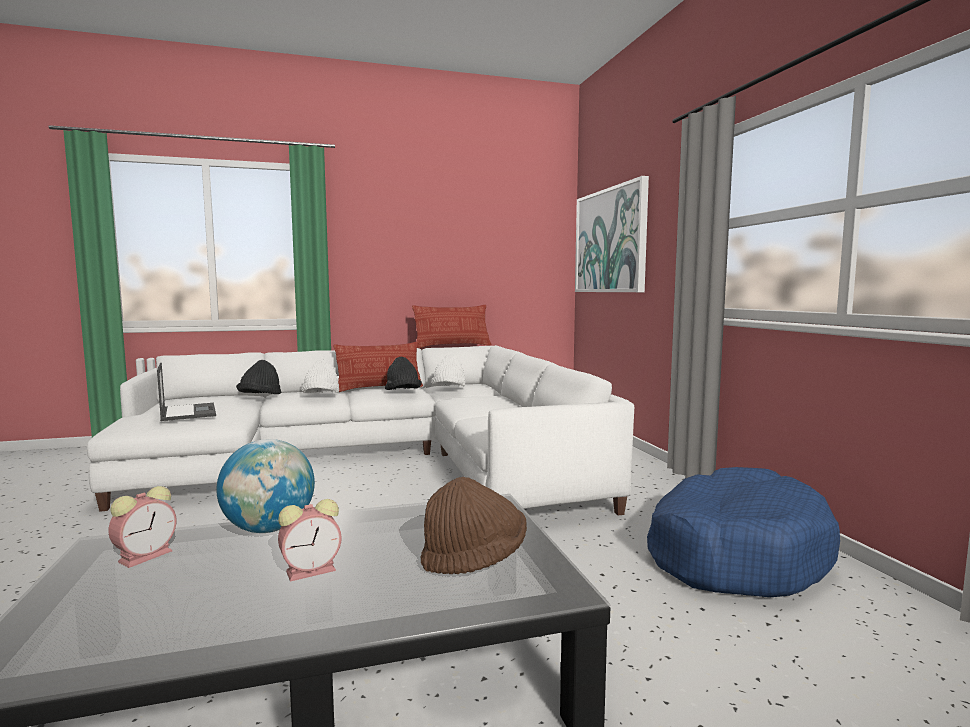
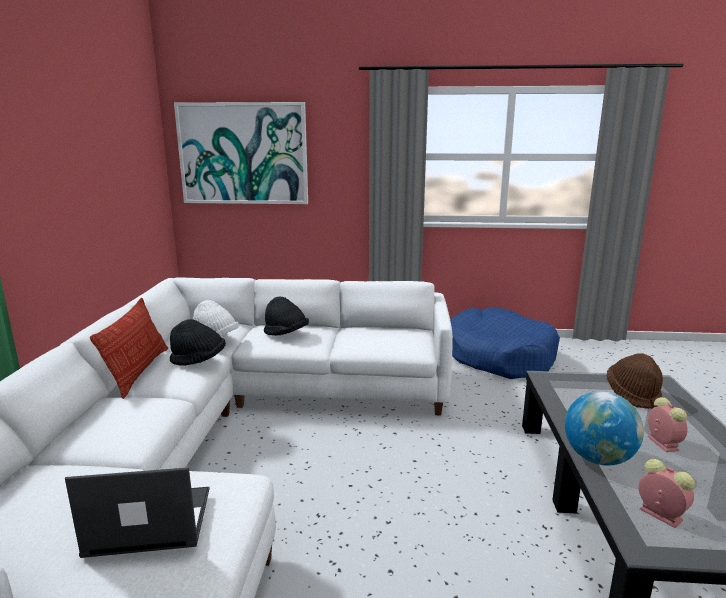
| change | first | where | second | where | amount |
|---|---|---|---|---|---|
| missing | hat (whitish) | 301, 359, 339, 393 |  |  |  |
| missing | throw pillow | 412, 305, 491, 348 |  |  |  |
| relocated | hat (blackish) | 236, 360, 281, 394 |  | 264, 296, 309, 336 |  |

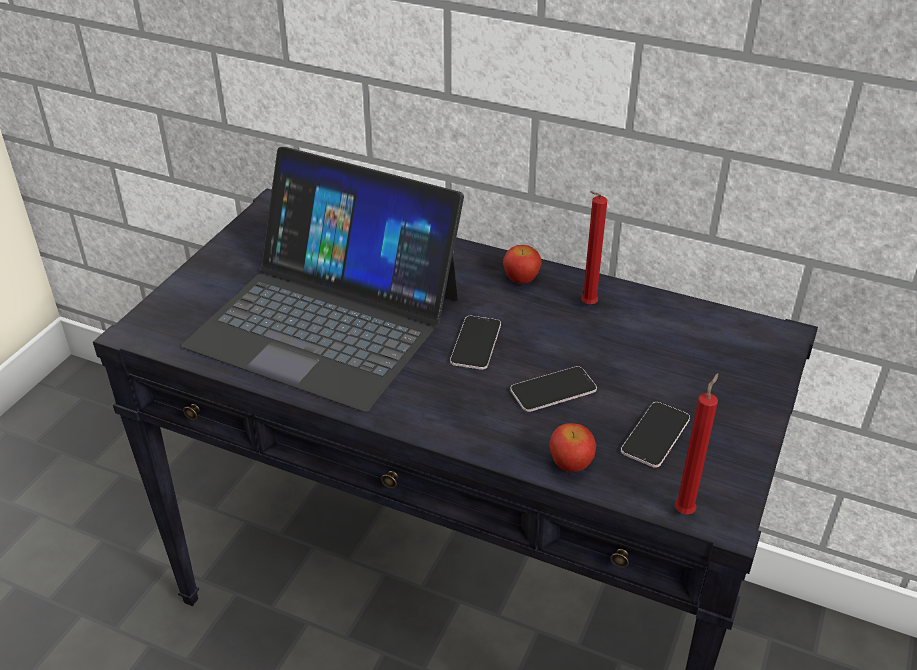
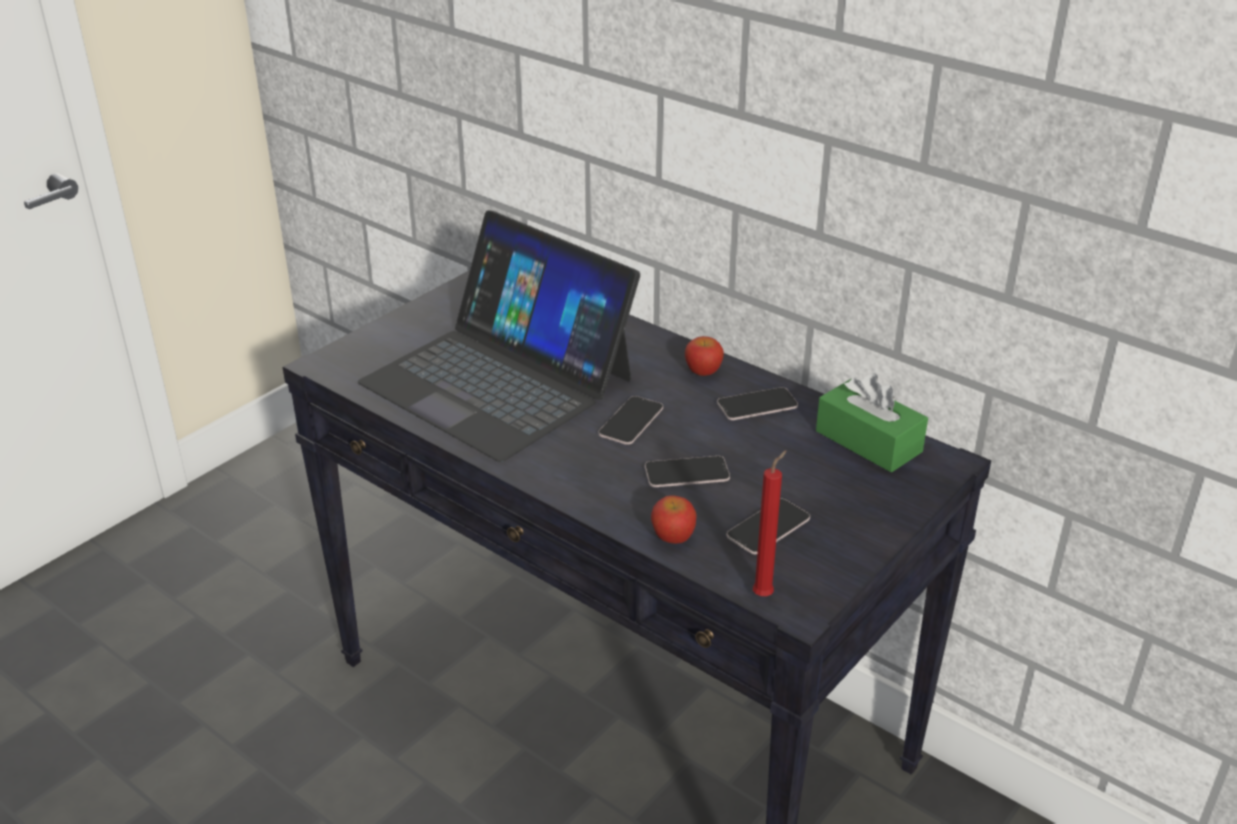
| change | first | where | second | where | amount |
|---|---|---|---|---|---|
| appeared |  |  | box of tissues (greenish) | 816, 373, 928, 472 |  |
| exchanged | wax light (reddish) | 581, 191, 607, 305 | handset | 717, 387, 798, 420 |  |

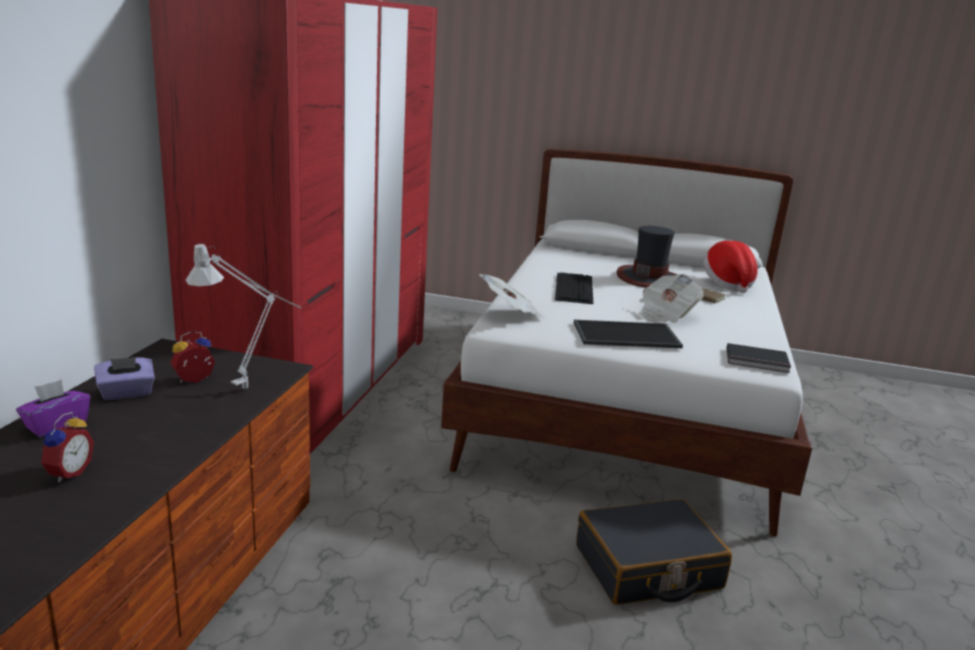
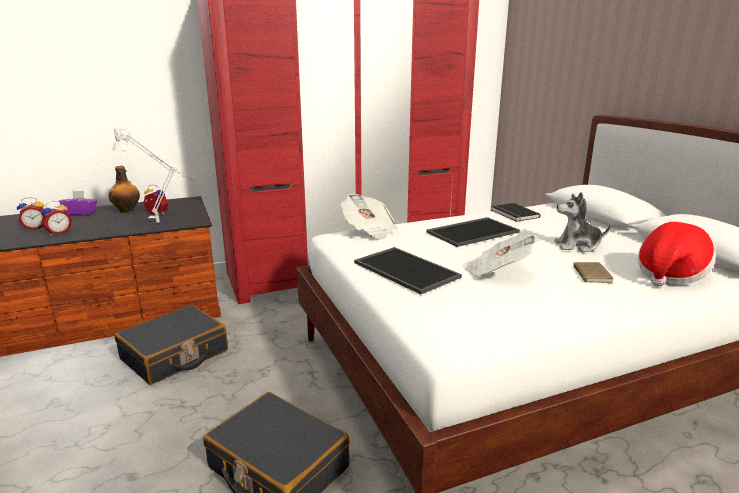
| change | first | where | second | where | amount |
|---|---|---|---|---|---|
| appeared |  |  | bedside clock | 41, 201, 72, 236 |  |
| appeared |  |  | travel case (blackish) | 115, 305, 228, 385 |  |
| relocated | bound book (blackish) | 726, 343, 791, 373 |  | 491, 203, 540, 222 |  |
| exchanged | box of tissues (purple-coloured) | 94, 357, 155, 400 | drink bottle | 109, 166, 140, 213 |  |
| exchanged | keyboard | 555, 273, 593, 304 | serving tray | 426, 217, 520, 247 |  |
| exchanged | hat | 617, 226, 677, 288 | plush toy | 554, 192, 611, 252 |  |

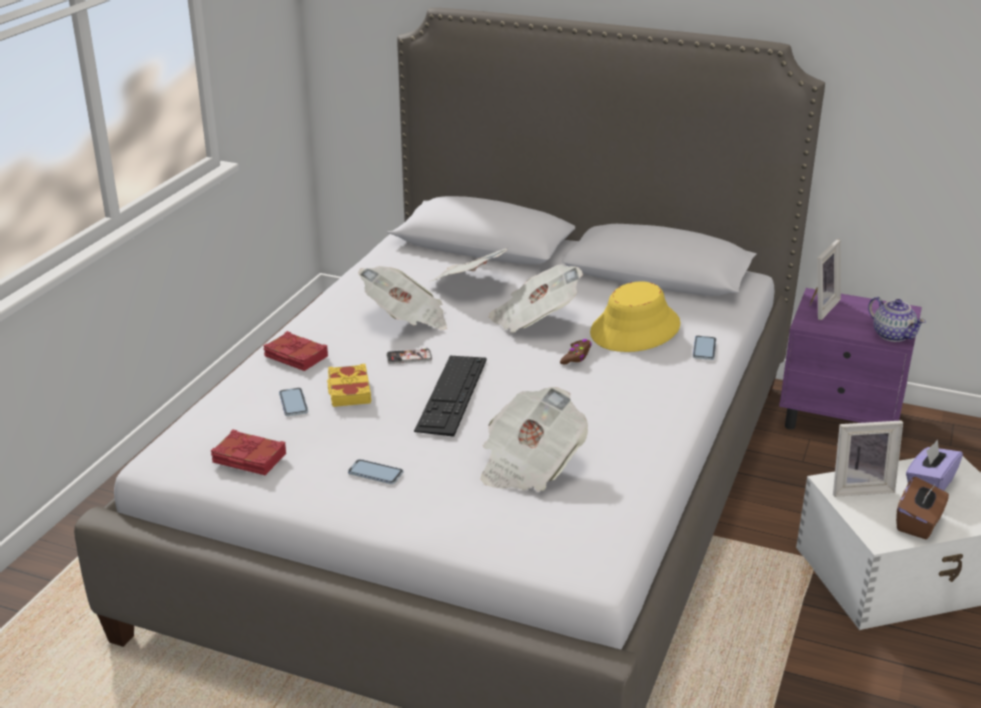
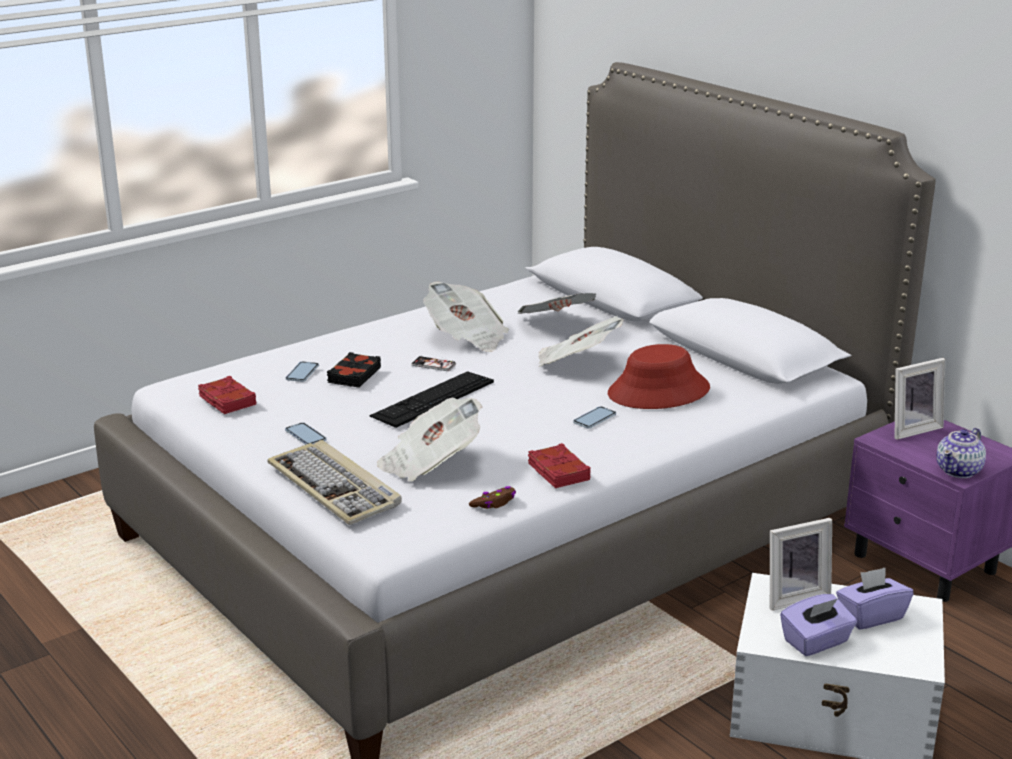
| change | first | where | second | where | amount |
|---|---|---|---|---|---|
| appeared |  |  | keyboard | 267, 440, 402, 525 |  |
| relocated | bound book (reddish) | 263, 331, 328, 371 |  | 528, 443, 591, 488 |  |
| relocated | game controller (brown) | 560, 339, 591, 365 |  | 469, 486, 516, 509 |  |
| relocated | handset | 693, 336, 716, 360 |  | 573, 406, 616, 429 |  |
| colour | bound book (yellow) | 327, 364, 371, 407 | bound book (blackish) | 327, 352, 381, 388 |  |
| colour | hat (yellow) | 590, 281, 681, 352 | hat (reddish) | 608, 344, 710, 409 |  |
| colour | box of tissues (brown) | 896, 477, 949, 539 | box of tissues (purple-coloured) | 780, 594, 857, 656 |  |
| spun | picture frame | 833, 420, 903, 497 |  | 770, 518, 832, 611 | 45 degrees counterclockwise |
| spun | teapot | 868, 297, 926, 342 |  | 936, 428, 986, 478 | 45 degrees clockwise |

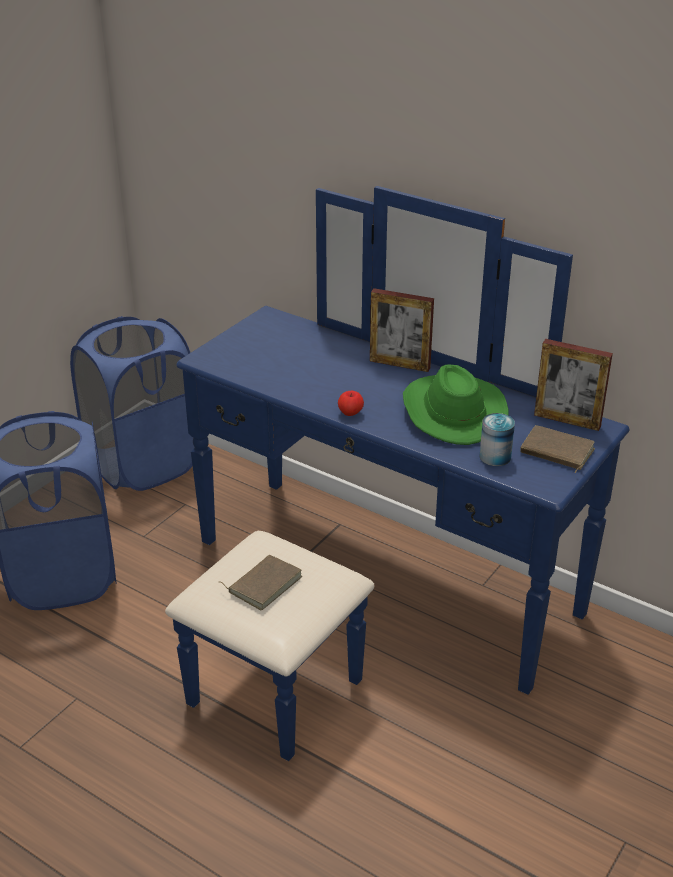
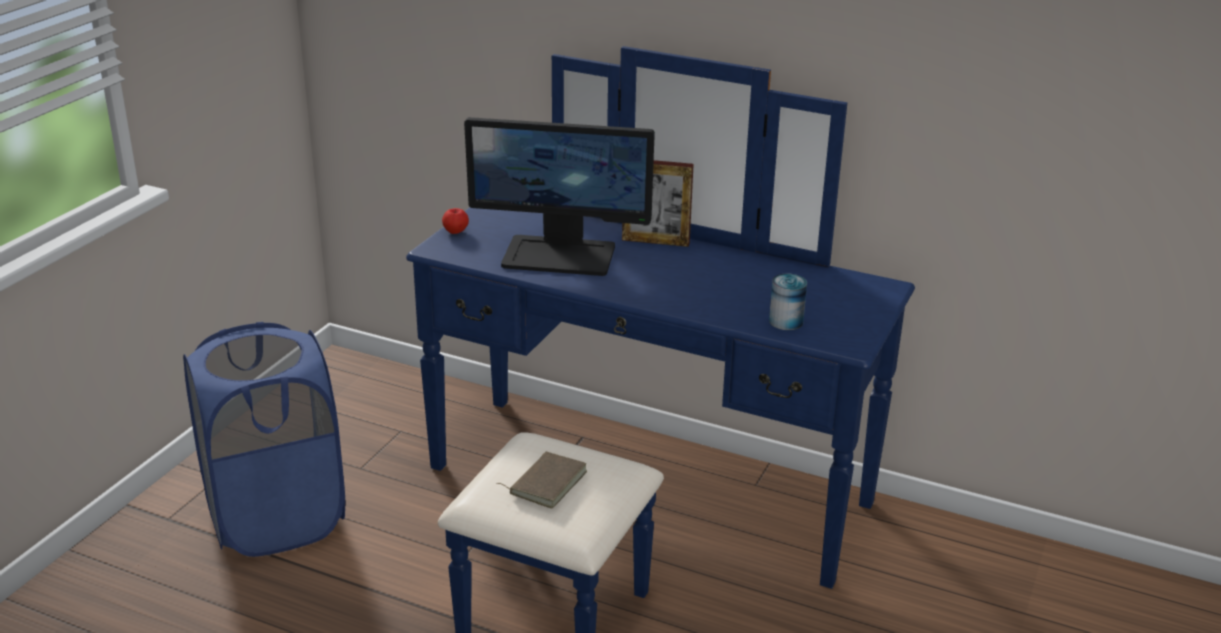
| change | first | where | second | where | amount |
|---|---|---|---|---|---|
| missing | laundry basket (blue) | 70, 316, 194, 491 |  |  |  |
| missing | hat (greenish) | 403, 364, 509, 445 |  |  |  |
| missing | bound book (brown) | 520, 425, 595, 473 |  |  |  |
| missing | picture frame | 534, 339, 613, 431 |  |  |  |
| appeared |  |  | computer screen | 464, 117, 655, 276 |  |
| relocated | apple | 338, 391, 364, 416 |  | 442, 208, 469, 234 |  |

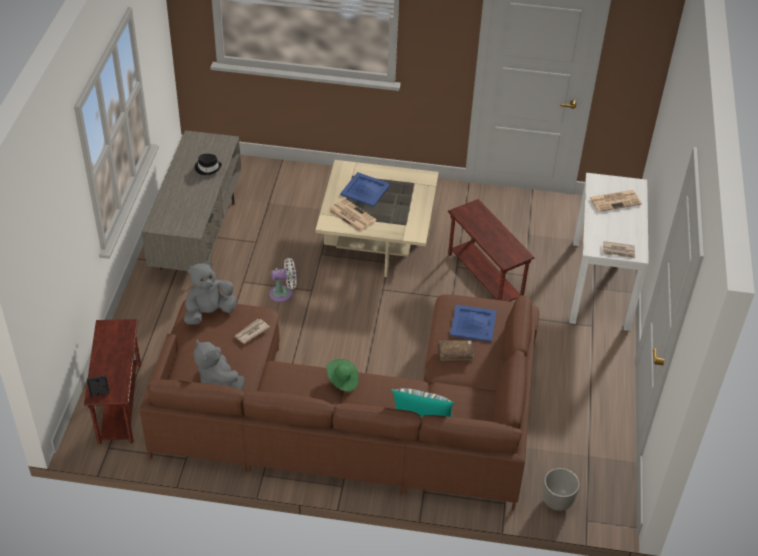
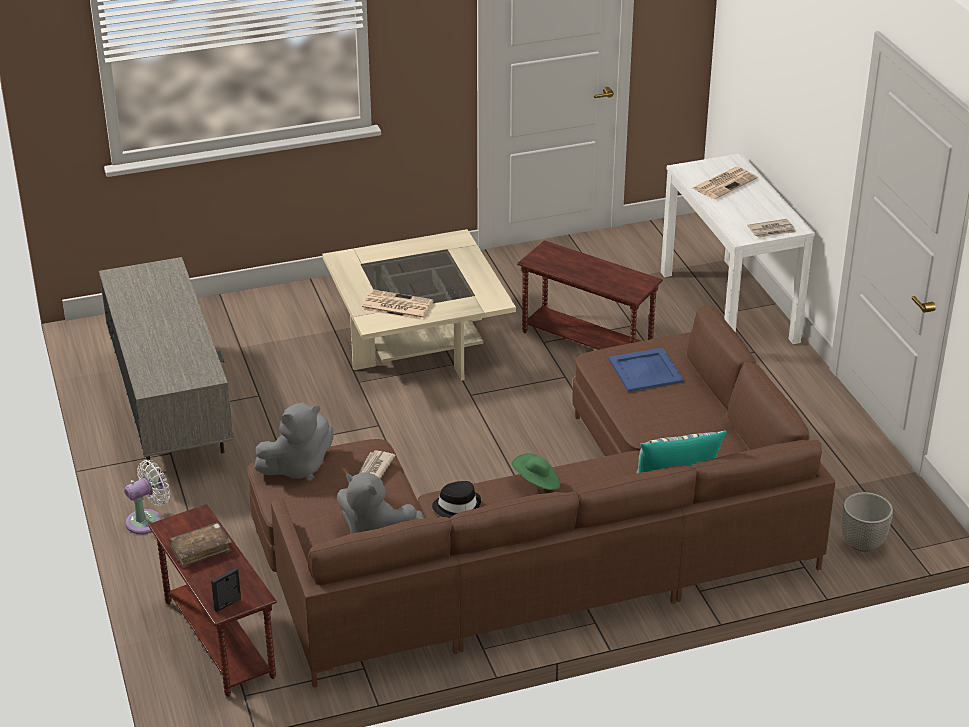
| change | first | where | second | where | amount |
|---|---|---|---|---|---|
| missing | serving tray (blue) | 340, 172, 391, 207 |  |  |  |
| relocated | hat (blackish) | 194, 154, 222, 175 |  | 432, 481, 481, 519 |  |
| relocated | fan (whitish) | 269, 258, 297, 302 |  | 124, 460, 170, 534 |  |
| relocated | bound book (brown) | 438, 340, 474, 362 |  | 169, 522, 232, 568 |  |
| spun | plush toy (gray) | 184, 261, 237, 325 |  | 254, 403, 334, 481 | 150 degrees counterclockwise |

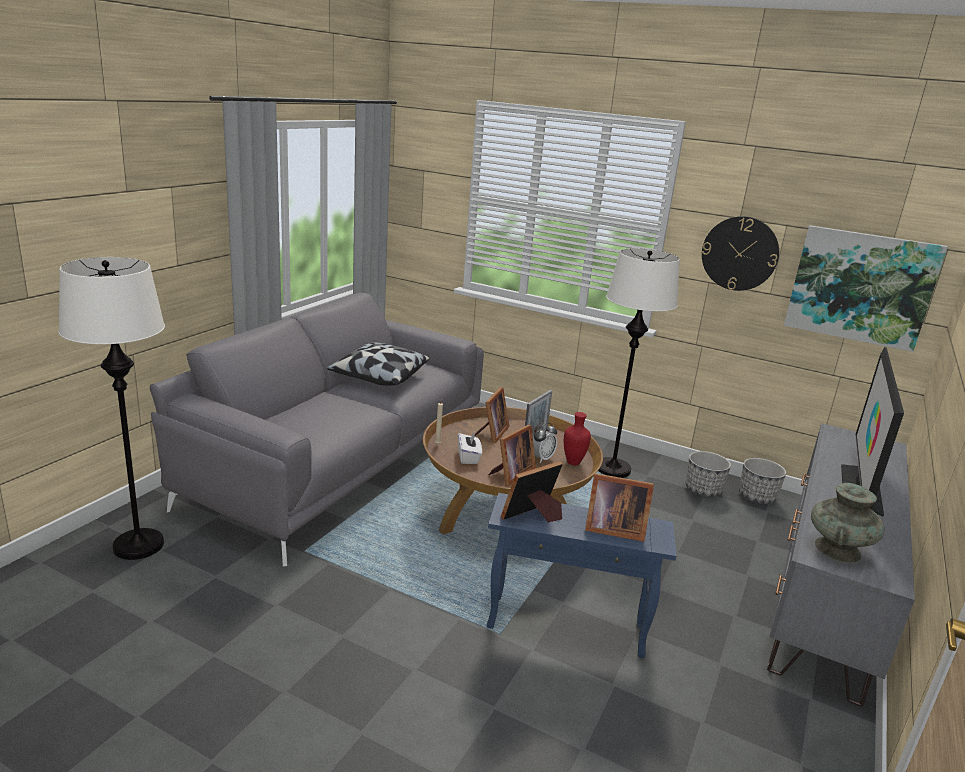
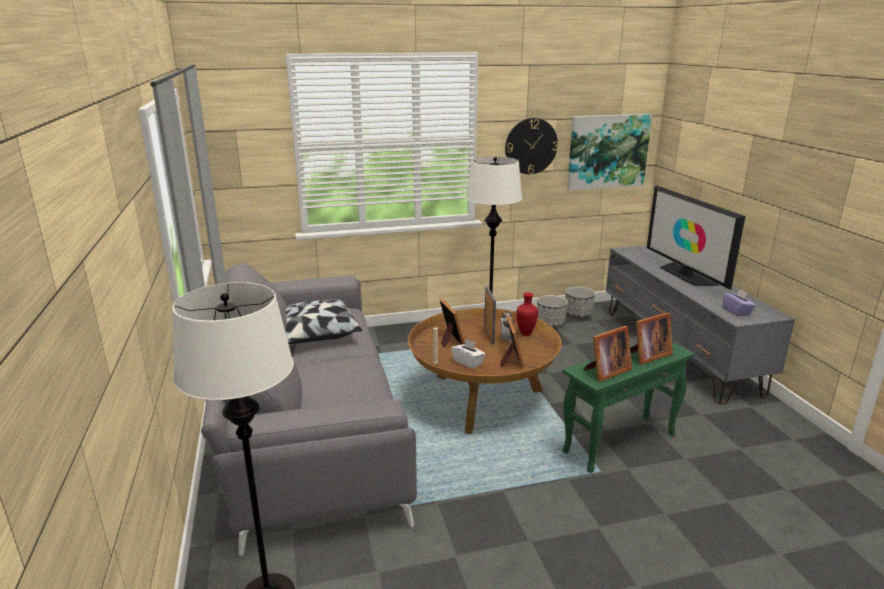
| change | first | where | second | where | amount |
|---|---|---|---|---|---|
| exchanged | vase (turquoise-coloured) | 811, 483, 885, 563 | box of tissues (purple-coloured) | 723, 289, 756, 316 |  |
| colour | accent table (blue) | 487, 493, 677, 658 | accent table (greenish) | 562, 343, 695, 473 |  |
| spun | picture frame | 501, 461, 563, 523 |  | 584, 326, 632, 382 | 135 degrees counterclockwise |

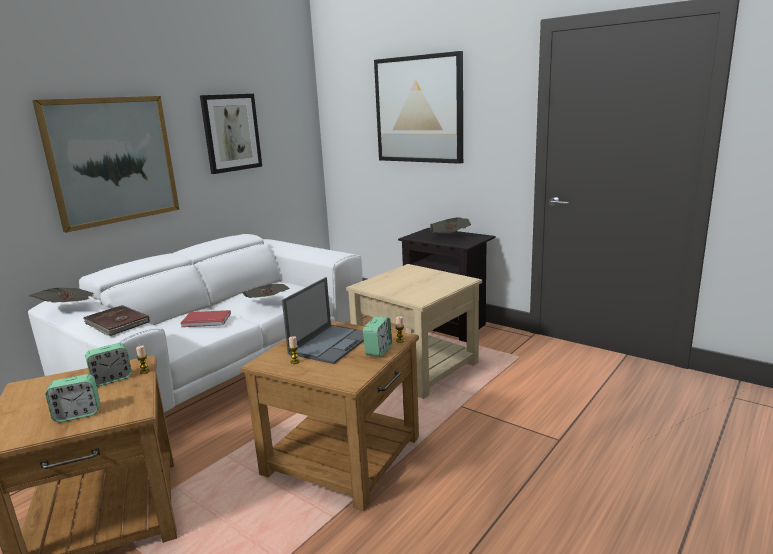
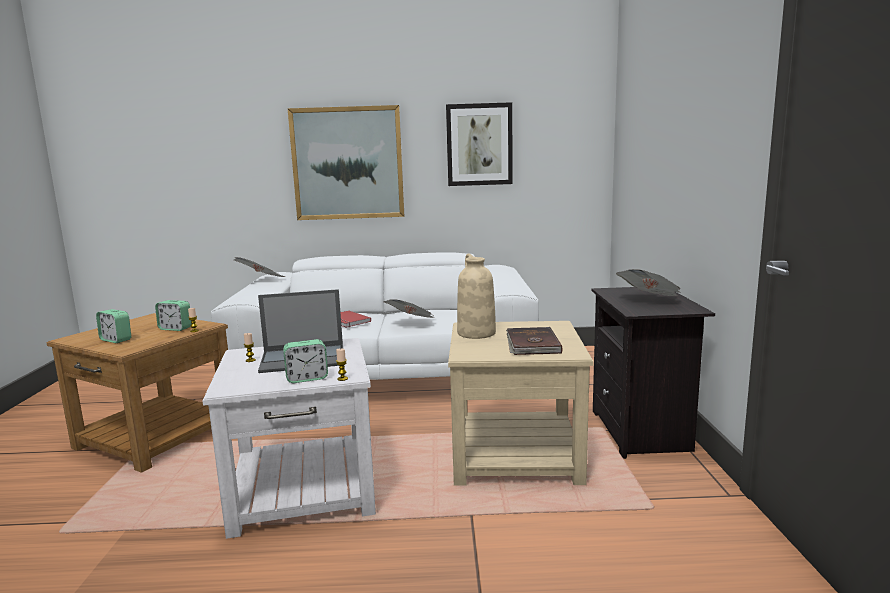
| change | first | where | second | where | amount |
|---|---|---|---|---|---|
| missing | picture | 374, 51, 463, 164 |  |  |  |
| appeared |  |  | vase (beige-coloured) | 457, 253, 496, 339 |  |
| relocated | bound book (brown) | 83, 305, 150, 336 |  | 506, 327, 562, 355 |  |
| colour | accent table (brown) | 241, 321, 419, 511 | accent table (whitish) | 202, 338, 376, 539 |  |

